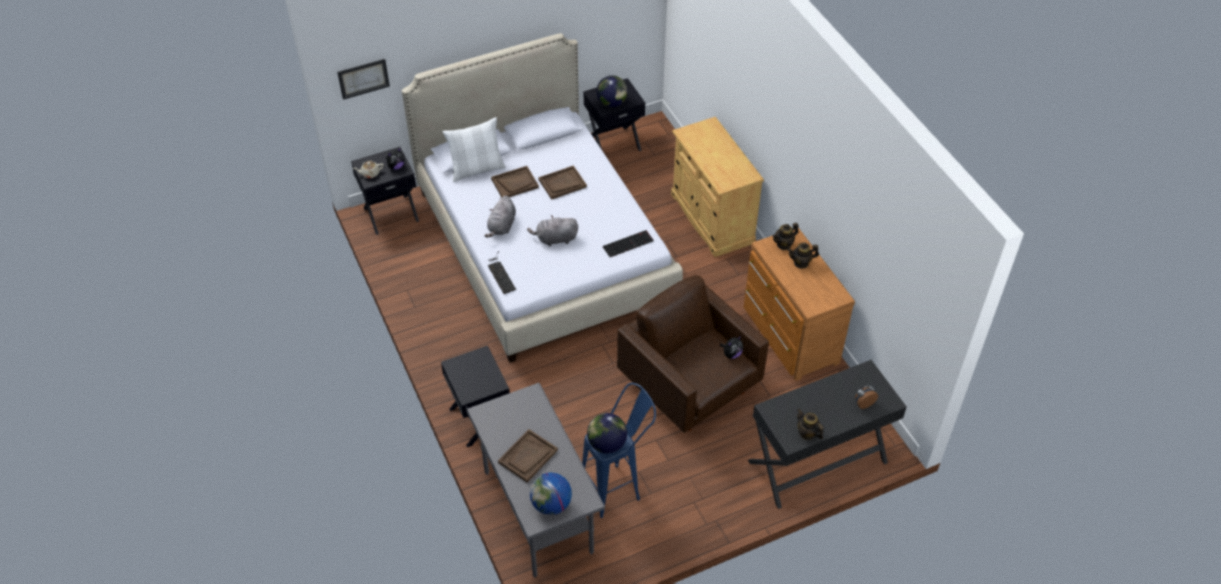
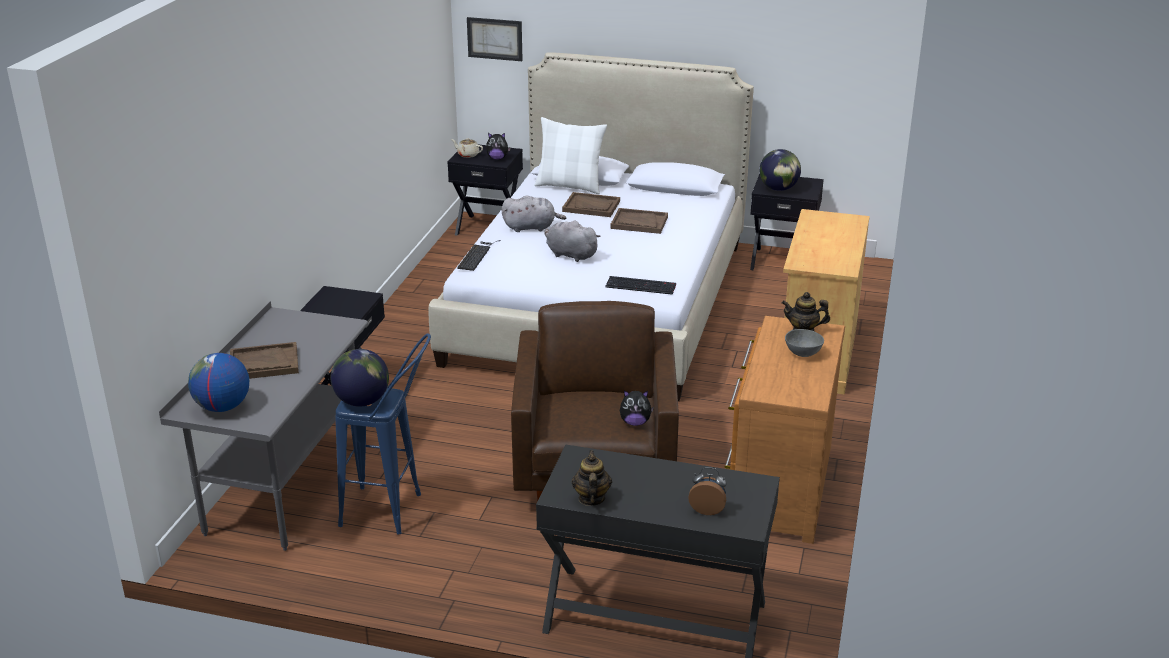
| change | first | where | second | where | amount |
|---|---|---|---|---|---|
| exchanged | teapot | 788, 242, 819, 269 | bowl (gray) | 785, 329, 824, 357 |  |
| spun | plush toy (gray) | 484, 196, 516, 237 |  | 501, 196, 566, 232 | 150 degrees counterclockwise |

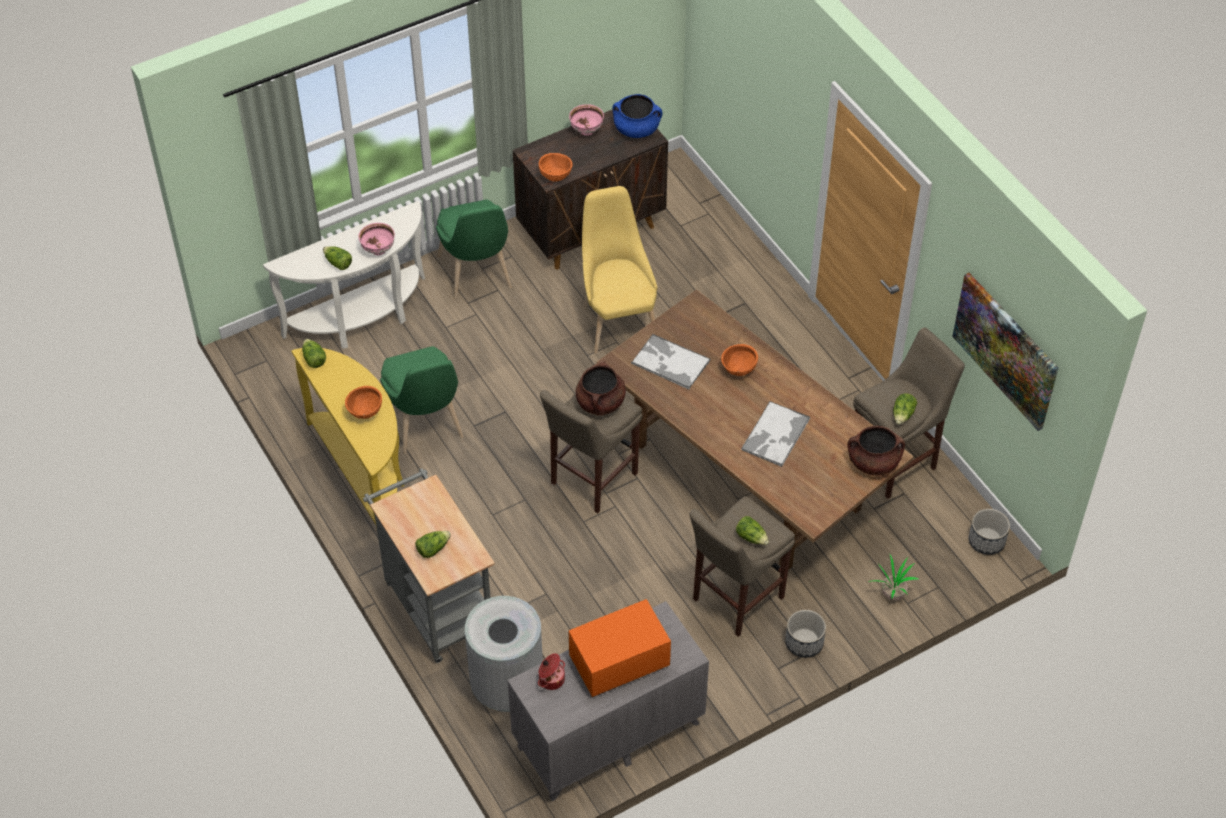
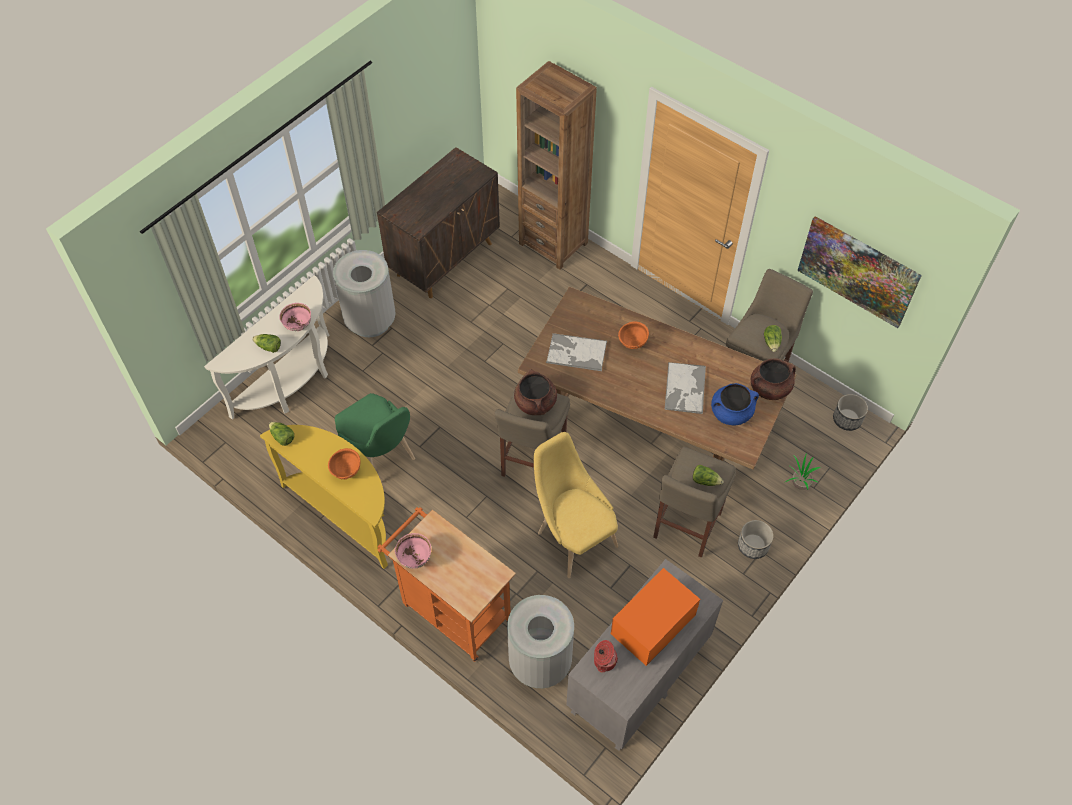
| change | first | where | second | where | amount |
|---|---|---|---|---|---|
| missing | head of lettuce | 415, 531, 451, 558 |  |  |  |
| missing | bowl (orange) | 539, 153, 573, 181 |  |  |  |
| appeared |  |  | bookcase (brown) | 516, 61, 597, 269 |  |
| relocated | bowl (pink-coloured) | 569, 104, 604, 136 |  | 395, 533, 431, 569 |  |
| relocated | upright chair (yellow) | 582, 186, 658, 354 |  | 534, 432, 618, 578 |  |
| relocated | saucepot (blue) | 612, 94, 662, 138 |  | 711, 383, 759, 426 |  |
| exchanged | upright chair (greenish) | 436, 200, 512, 299 | rubbish bin (gray) | 333, 250, 396, 337 |  |
| colour | wheeled cart (gray) | 363, 468, 495, 663 | wheeled cart (orange) | 378, 507, 516, 662 |  |

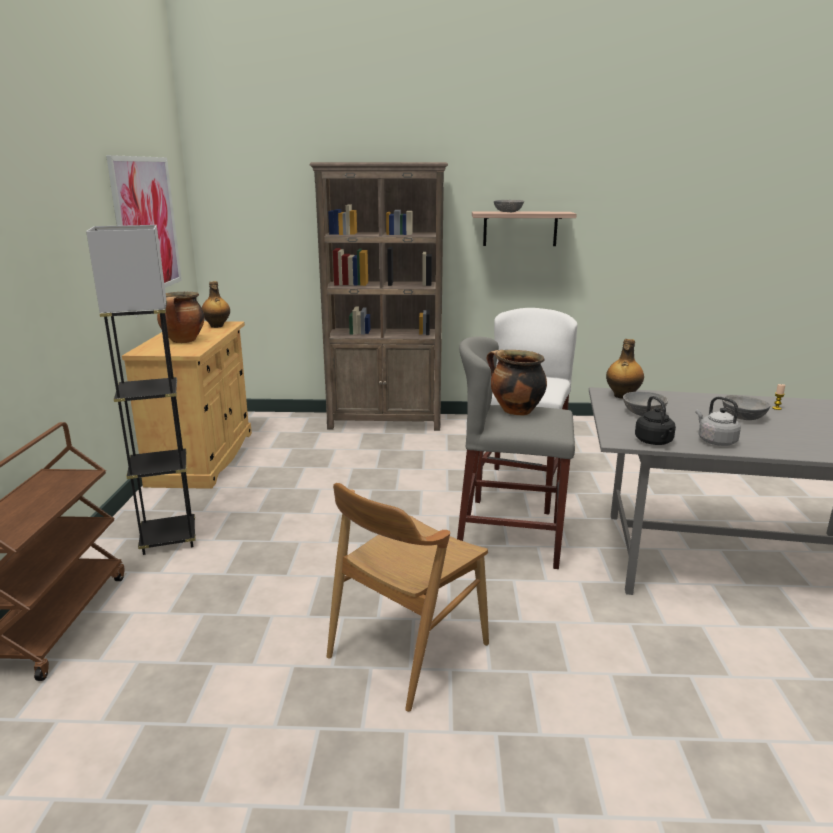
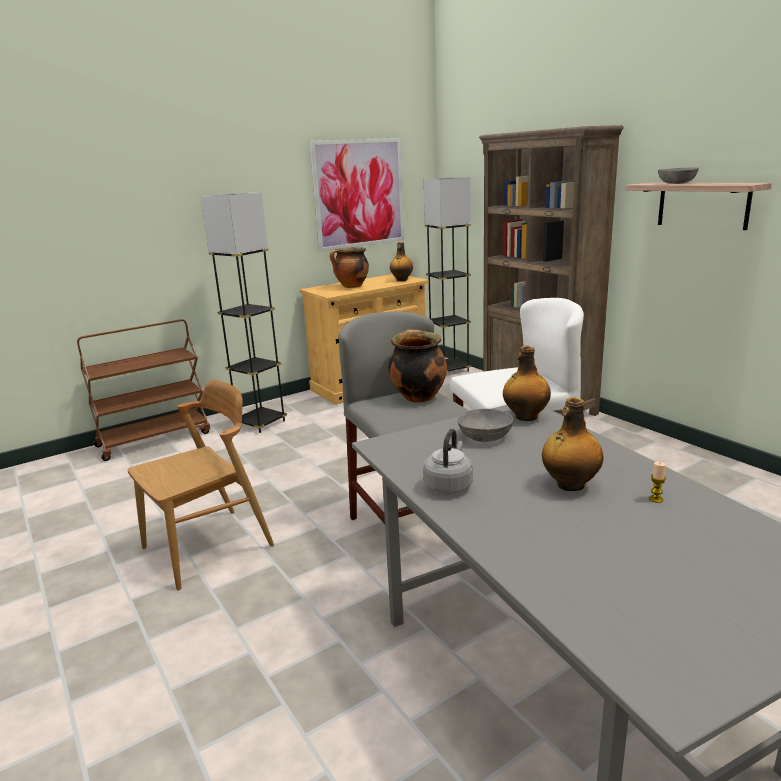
| change | first | where | second | where | amount |
|---|---|---|---|---|---|
| missing | water kettle (blackish) | 635, 396, 676, 445 |  |  |  |
| appeared |  |  | standing lamp (gray) | 424, 177, 471, 372 |  |
| exchanged | bowl (gray) | 722, 395, 771, 420 | drink bottle | 542, 397, 603, 491 |  |
| spun | upright chair (brown) | 327, 483, 489, 712 |  | 128, 380, 274, 590 | 135 degrees clockwise |

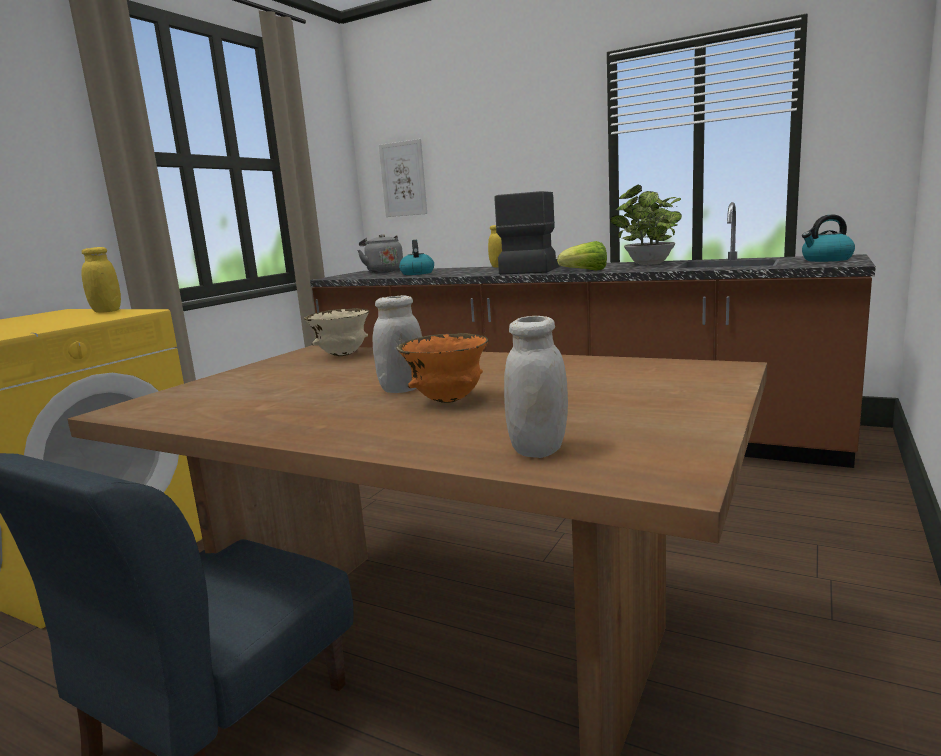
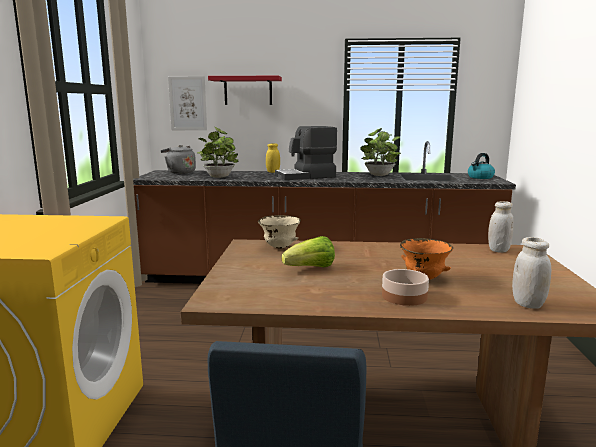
| change | first | where | second | where | amount |
|---|---|---|---|---|---|
| missing | storage jar (yellow) | 81, 247, 121, 313 |  |  |  |
| appeared |  |  | shelf (reddish) | 208, 76, 282, 105 |  |
| appeared |  |  | bowl | 382, 269, 429, 306 |  |
| relocated | storage jar (whitish) | 373, 295, 422, 393 |  | 488, 201, 514, 253 |  |
| relocated | head of lettuce | 557, 241, 607, 271 |  | 281, 236, 335, 267 |  |
| exchanged | water kettle | 399, 240, 434, 275 | plant in a pot | 197, 127, 239, 178 |  |
| spun | coffee maker | 495, 191, 560, 275 |  | 275, 126, 337, 180 | 105 degrees counterclockwise |

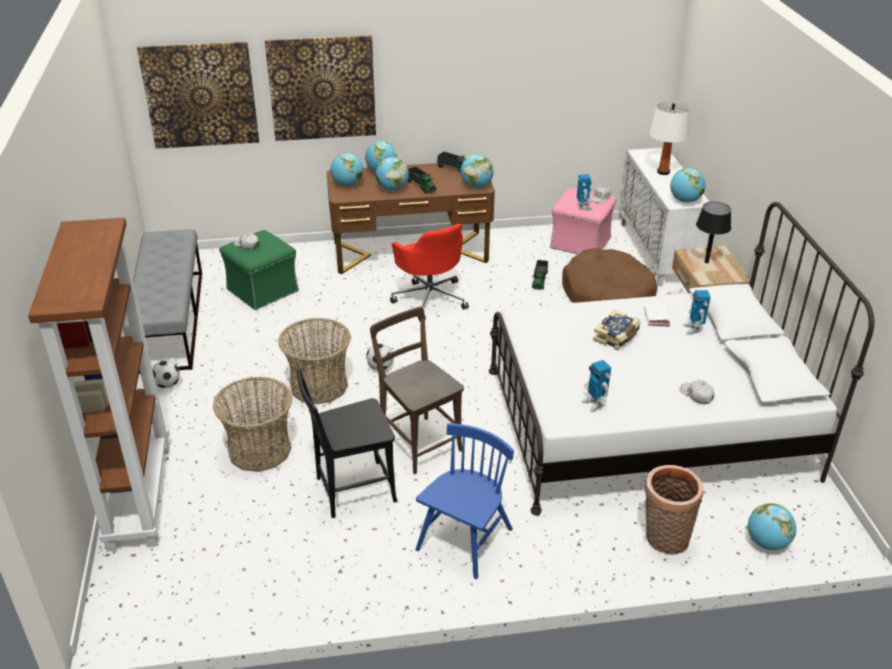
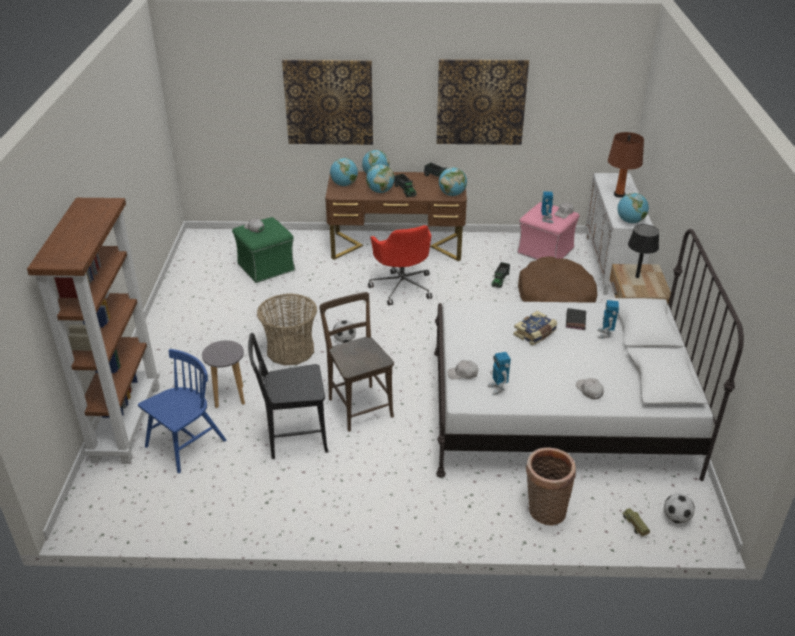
| change | first | where | second | where | amount |
|---|---|---|---|---|---|
| missing | long seat (gray) | 123, 229, 202, 374 |  |  |  |
| appeared |  |  | baseball cap (whitish) | 447, 360, 478, 379 |  |
| relocated | picture | 137, 42, 259, 149 |  | 437, 59, 529, 145 |  |
| relocated | football ball | 152, 360, 180, 388 |  | 664, 493, 695, 524 |  |
| relocated | upright chair (blue) | 415, 423, 514, 579 |  | 138, 349, 226, 473 |  |
| exchanged | storage basket | 213, 377, 292, 472 | stool seat (gray) | 202, 340, 245, 408 |  |
| exchanged | desk globe | 748, 503, 796, 550 | toy lorry | 622, 508, 650, 536 |  |
| colour | bound book (whitish) | 643, 304, 671, 327 | bound book (blackish) | 566, 308, 586, 330 |  |
| colour | lamp for a table (whitish) | 650, 100, 690, 175 | lamp for a table (brown) | 608, 132, 644, 198 |  |

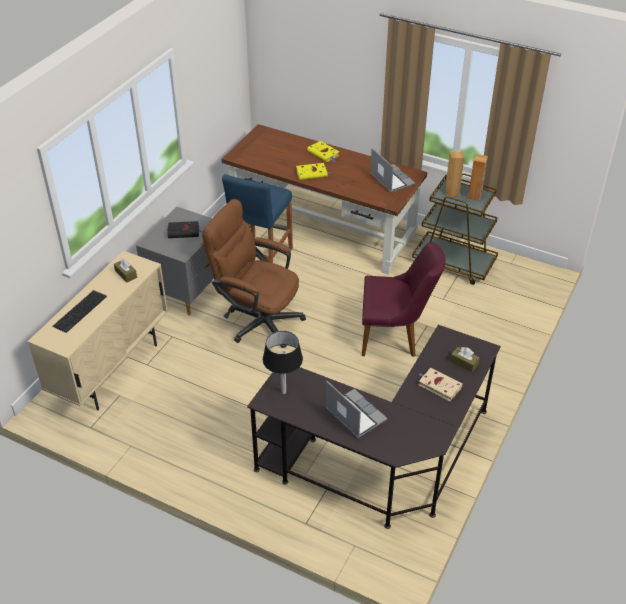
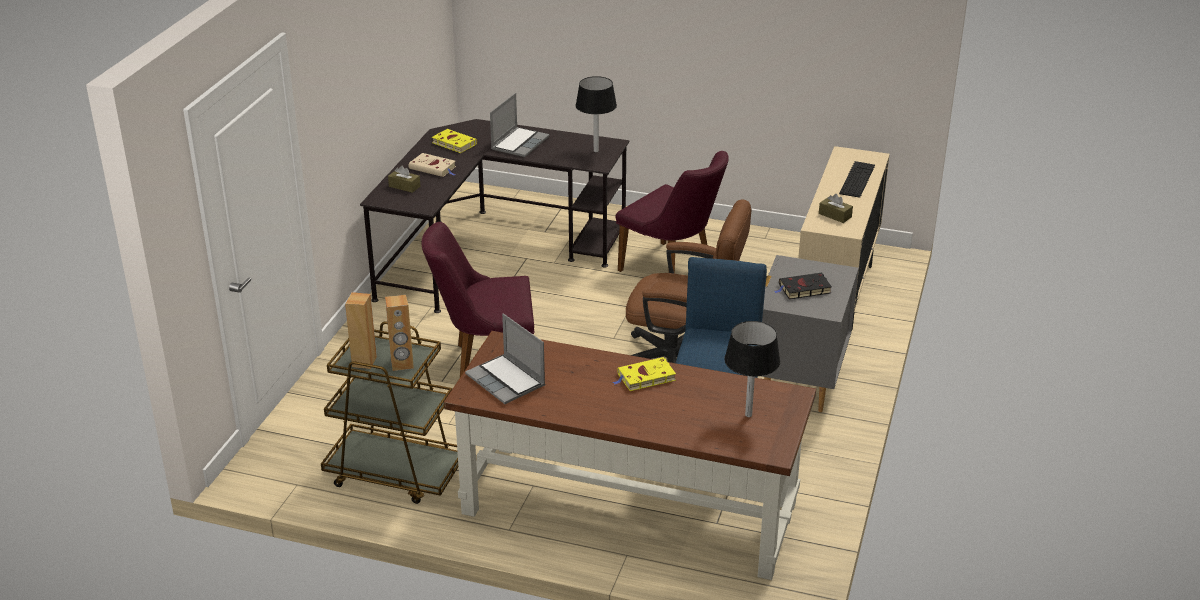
| change | first | where | second | where | amount |
|---|---|---|---|---|---|
| appeared |  |  | upright chair (purple-coloured) | 616, 151, 729, 274 |  |
| appeared |  |  | lamp for a table (blackish) | 724, 321, 780, 417 |  |
| relocated | bound book (yellow) | 307, 141, 339, 162 |  | 431, 129, 477, 153 |  |
| spun | laptop | 326, 381, 387, 438 |  | 490, 93, 550, 157 | 105 degrees counterclockwise |

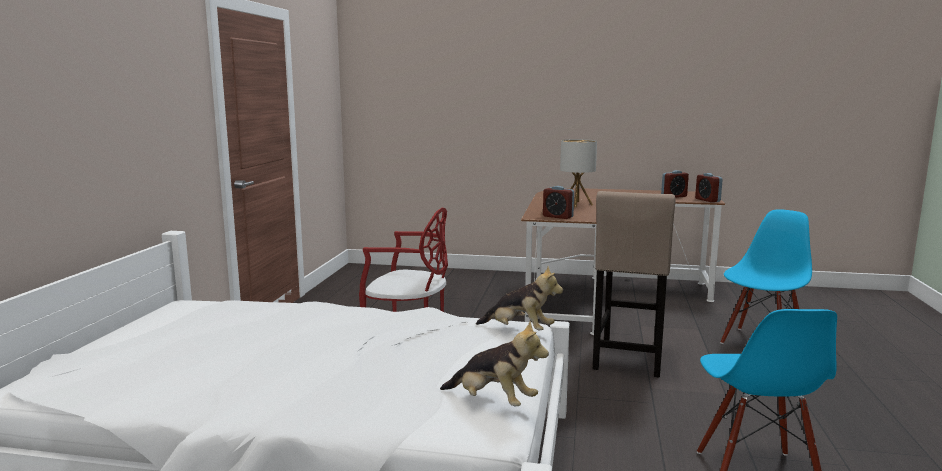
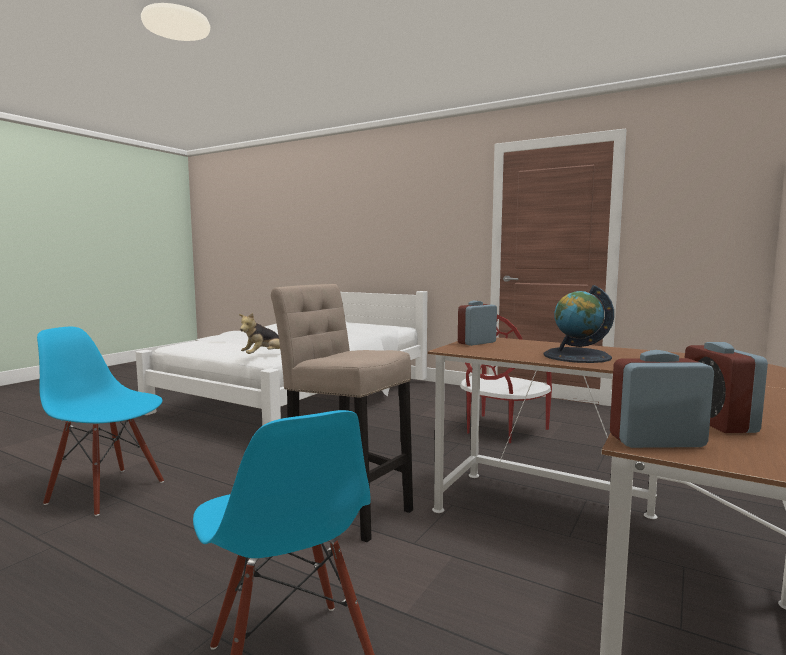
| change | first | where | second | where | amount |
|---|---|---|---|---|---|
| missing | plush toy | 440, 321, 549, 407 |  |  |  |
| exchanged | lamp for a table | 560, 139, 597, 207 | desk globe | 543, 285, 614, 363 |  |

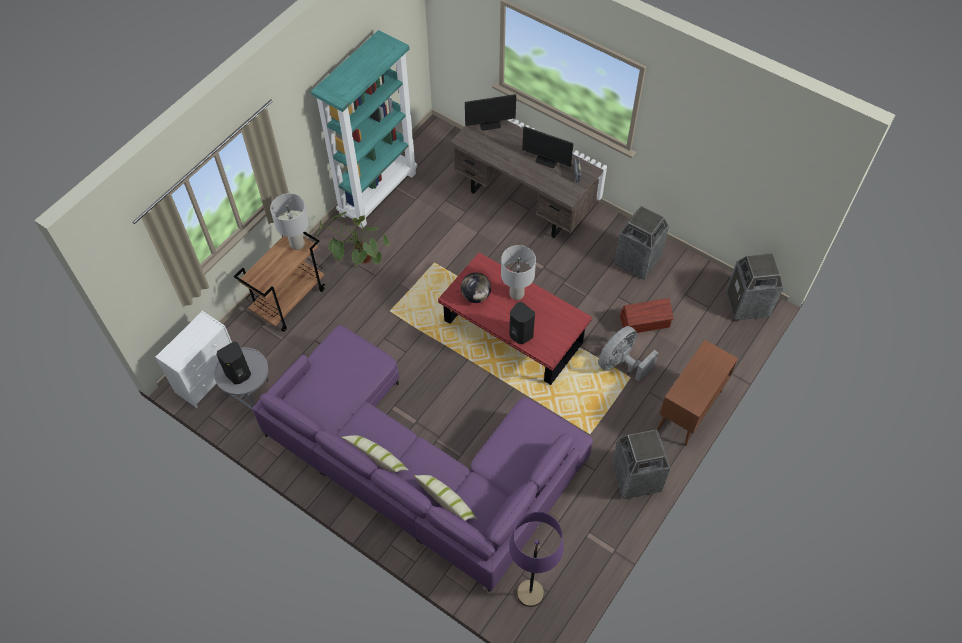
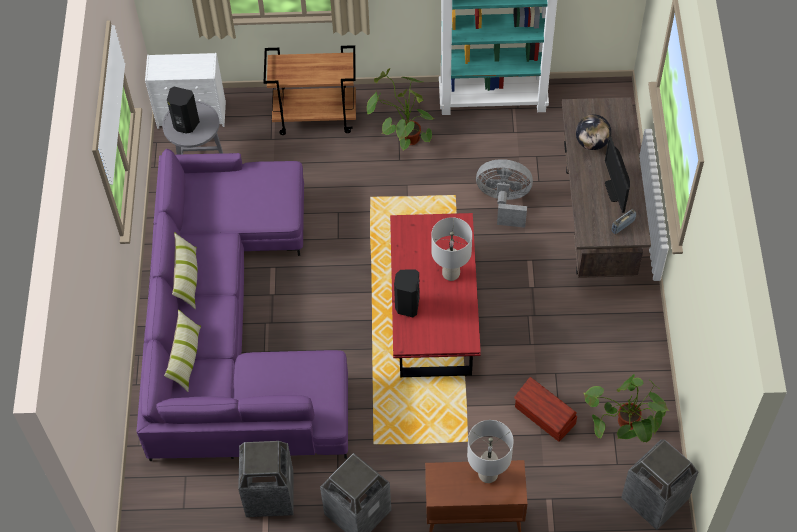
| change | first | where | second | where | amount |
|---|---|---|---|---|---|
| missing | computer screen | 465, 94, 516, 131 |  |  |  |
| missing | standing lamp (purple-coloured) | 509, 512, 564, 607 |  |  |  |
| appeared |  |  | plant in a pot | 584, 374, 669, 443 |  |
| relocated | lamp for a table (gray) | 270, 193, 309, 250 |  | 467, 420, 514, 483 |  |
| relocated | desk globe | 461, 273, 491, 303 |  | 576, 114, 611, 150 |  |
| relocated | fan (gray) | 598, 326, 658, 382 |  | 476, 159, 533, 228 |  |
| relocated | rubbish bin | 614, 206, 669, 280 |  | 238, 441, 294, 517 |  |

